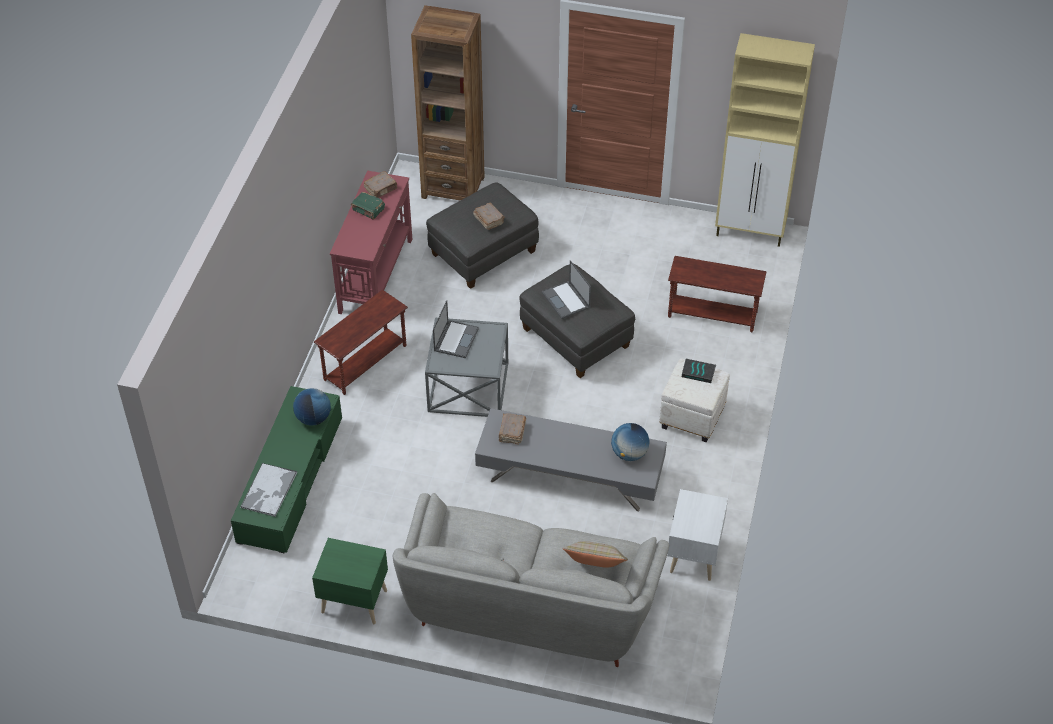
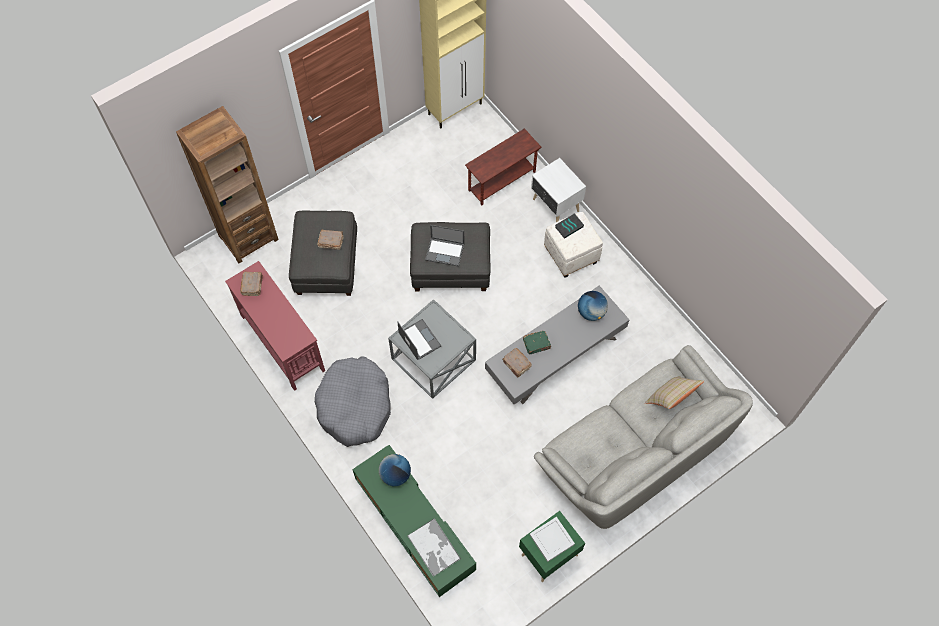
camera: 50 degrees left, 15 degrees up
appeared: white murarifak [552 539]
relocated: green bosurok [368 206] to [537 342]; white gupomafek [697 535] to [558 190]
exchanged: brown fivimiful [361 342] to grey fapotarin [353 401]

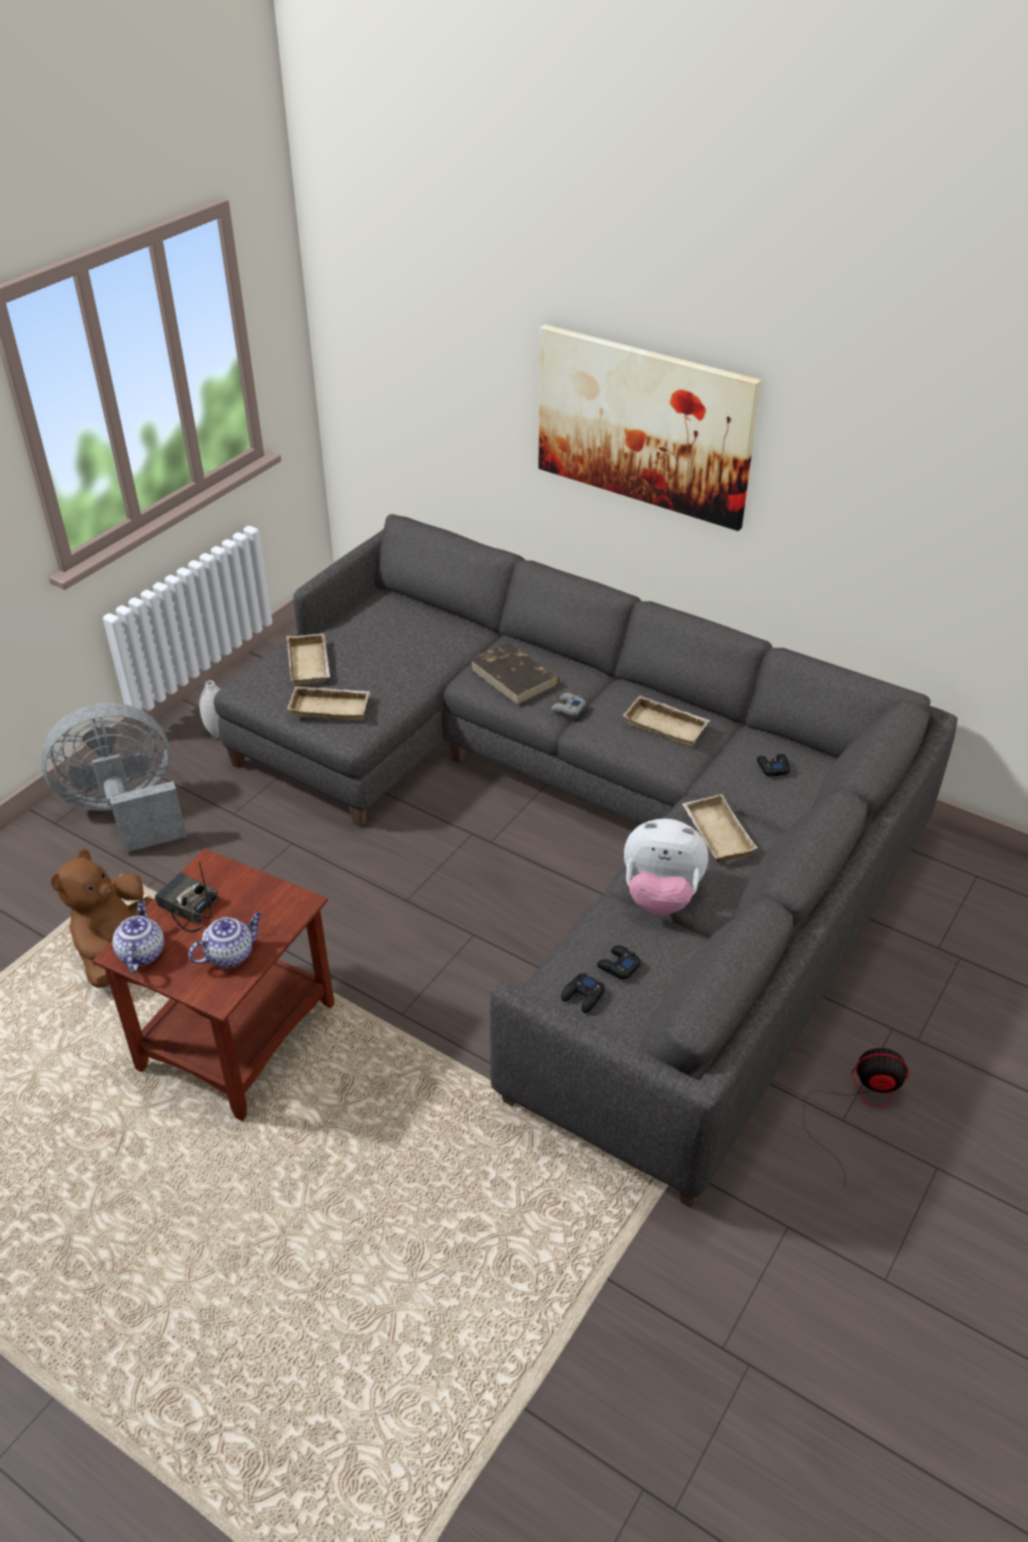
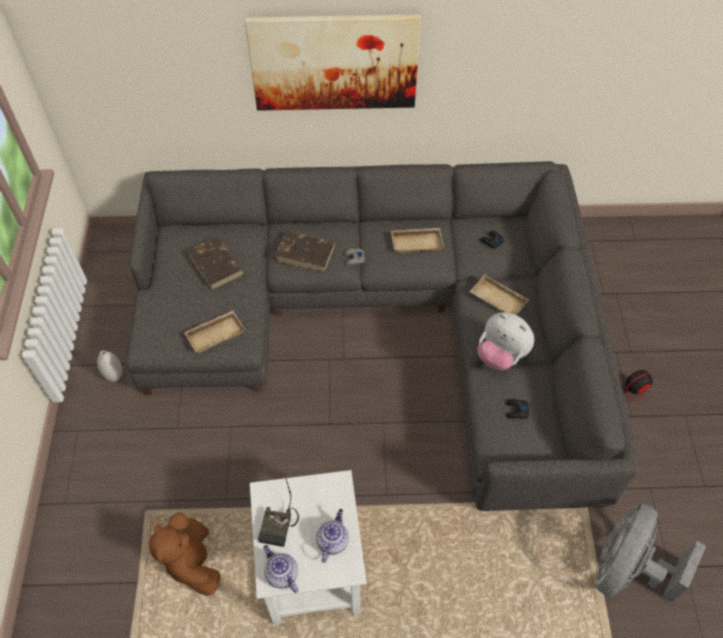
camera: 35 degrees left, 15 degrees up
missing: beige murarifak [308 659]; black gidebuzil [583 993]
appeared: brown bosurok [215 263]
relocated: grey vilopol [114 778] to [651 552]
colour: brown fivimiful [213 984] to white fivimiful [308 548]
spun: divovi [187 896] = [278 513] 75 degrees counterclockwise; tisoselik [666 867] = [505 341] 60 degrees clockwise

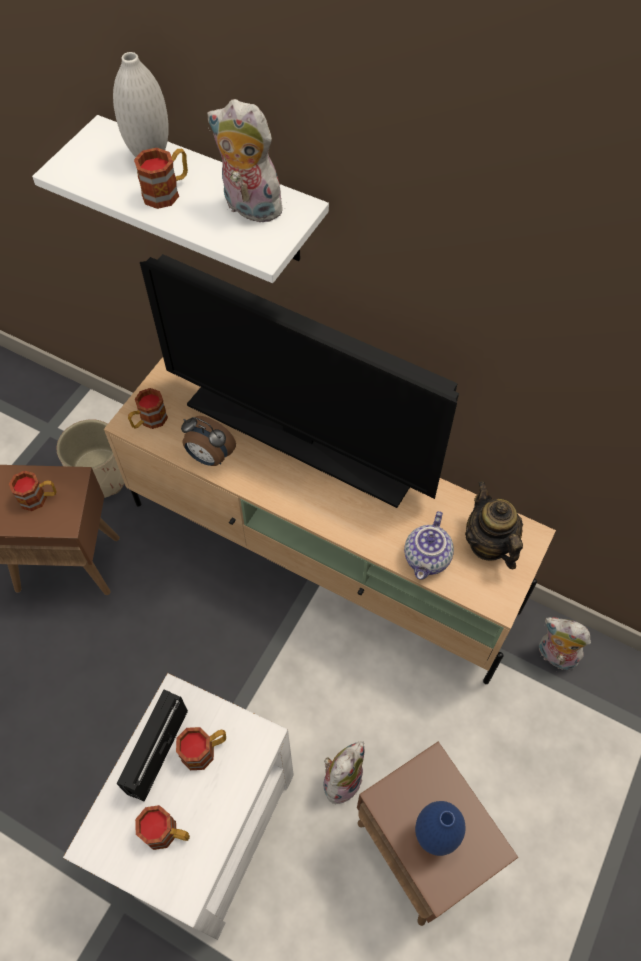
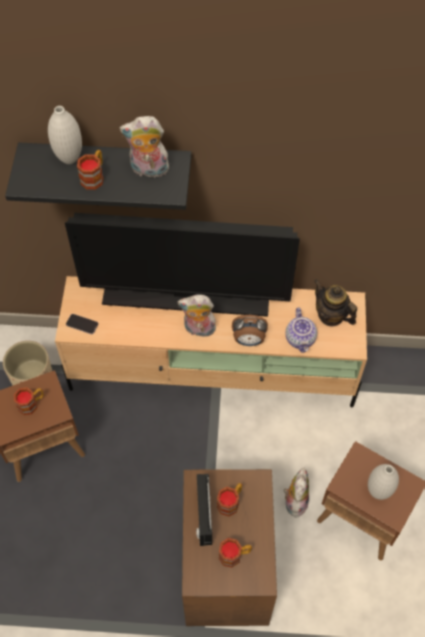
camera: 25 degrees left, 0 degrees up
relocated: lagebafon [208 441] to [250 330]; tisoselik [565 643] to [197 315]
exchanged: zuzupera [148 408] to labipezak [82 324]
colour: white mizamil [180 199] to black mizamil [98 176]; white fivimiful [178 806] to brown fivimiful [229 547]; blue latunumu [440 828] to white latunumu [383 482]

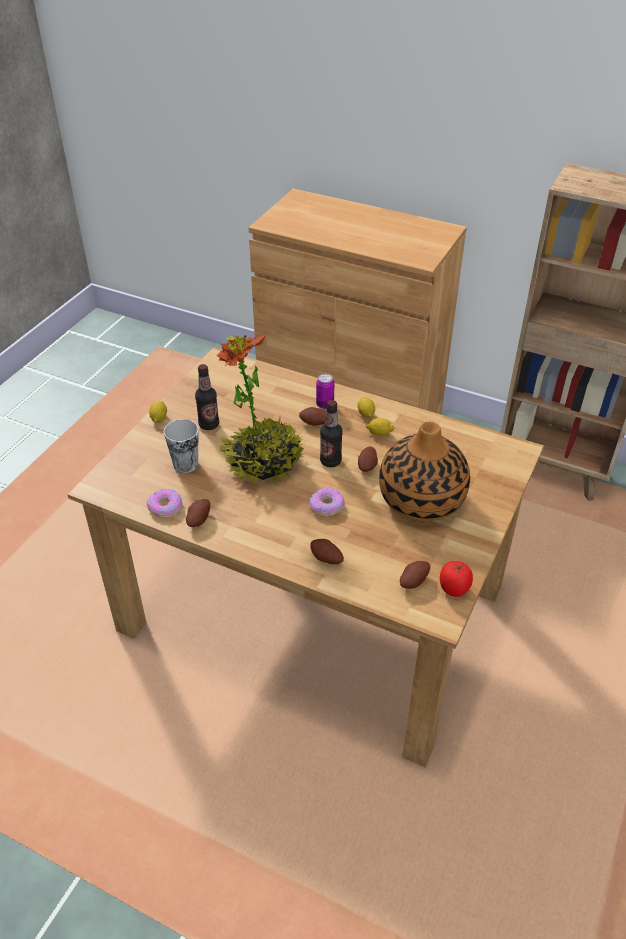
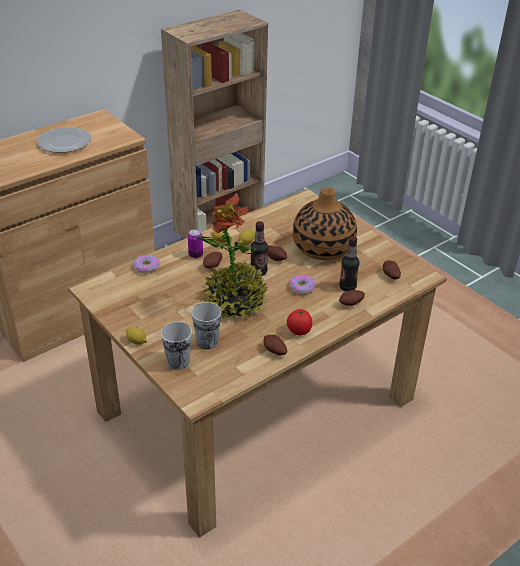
camera: 65 degrees left, 5 degrees down
appeared: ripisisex [64 140]; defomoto [176 346]
relocated: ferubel [164 503] to [147 264]; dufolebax [207 397] to [349 263]; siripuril [456 579] to [299 322]

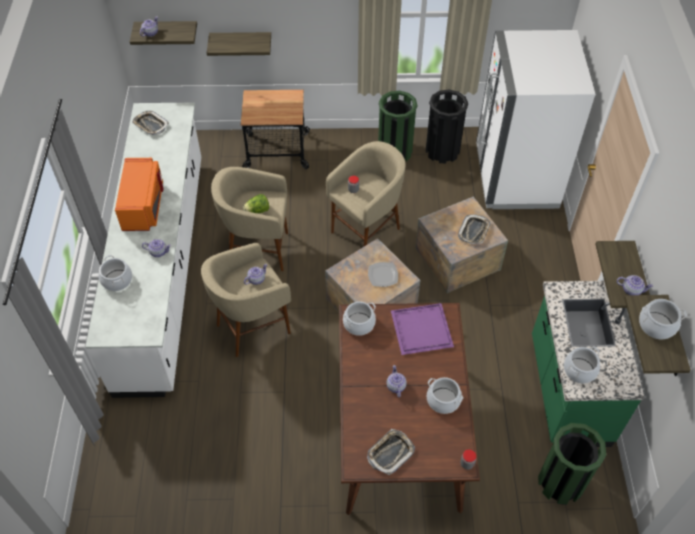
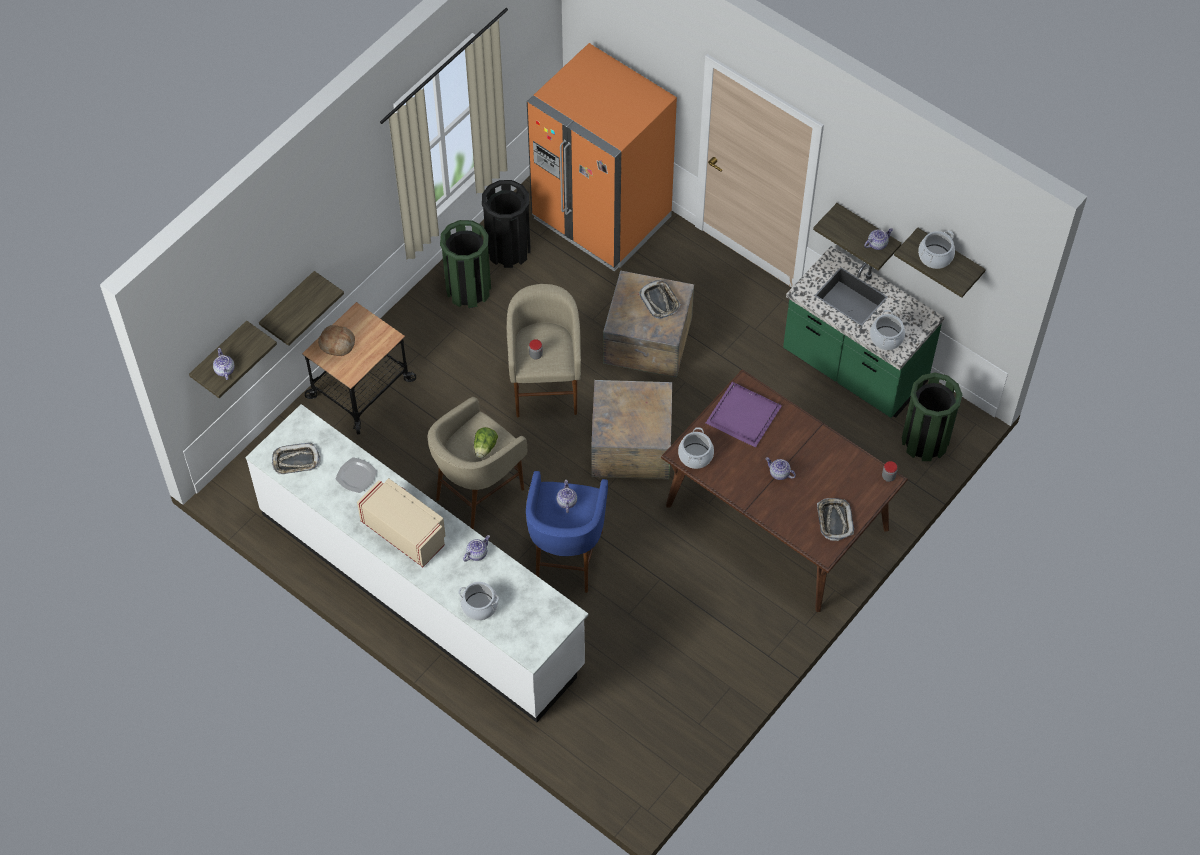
camera: 50 degrees left, 5 degrees up
missing: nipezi [445 395]
appeared: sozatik [336 340]
relocated: ripisisex [383 274] to [356 475]
colour: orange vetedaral [139 194] to beige vetedaral [401 522]; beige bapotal [246 300] to blue bapotal [567 532]; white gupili [535 119] to orange gupili [602 157]

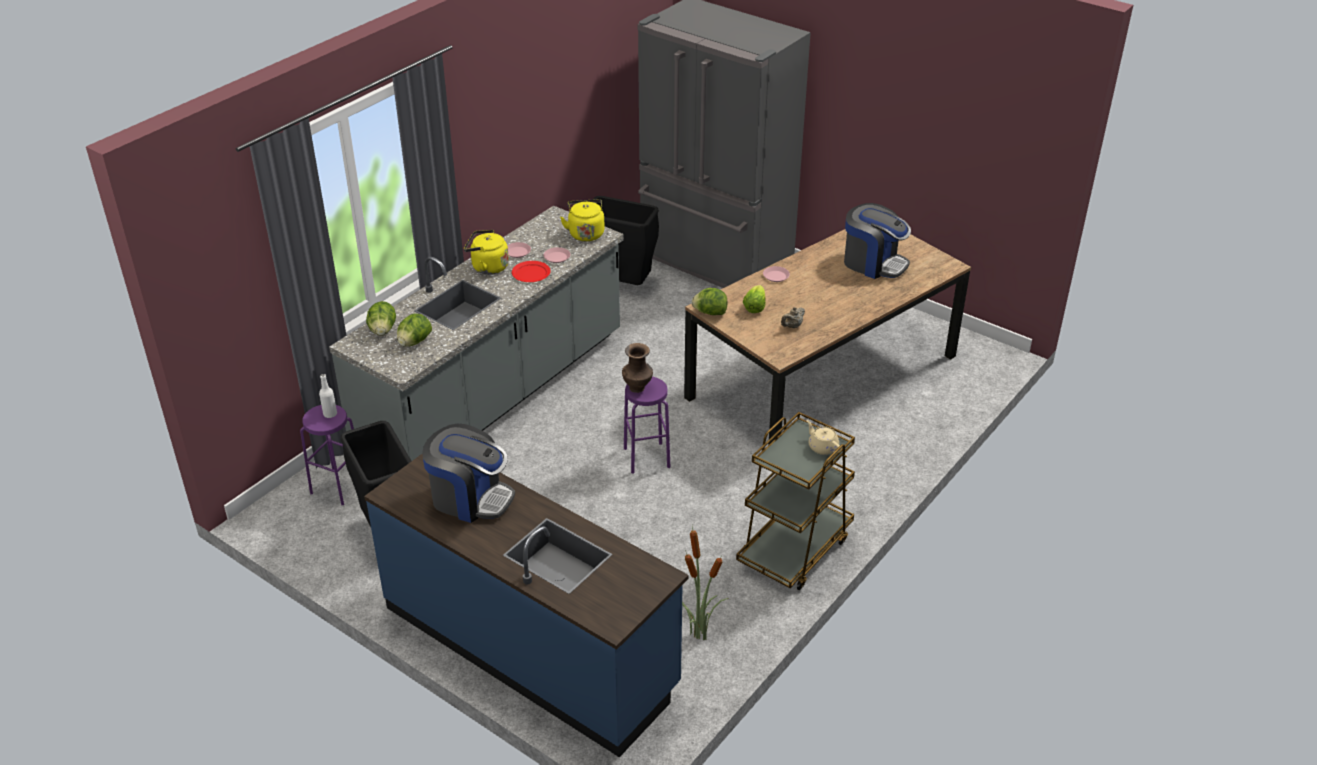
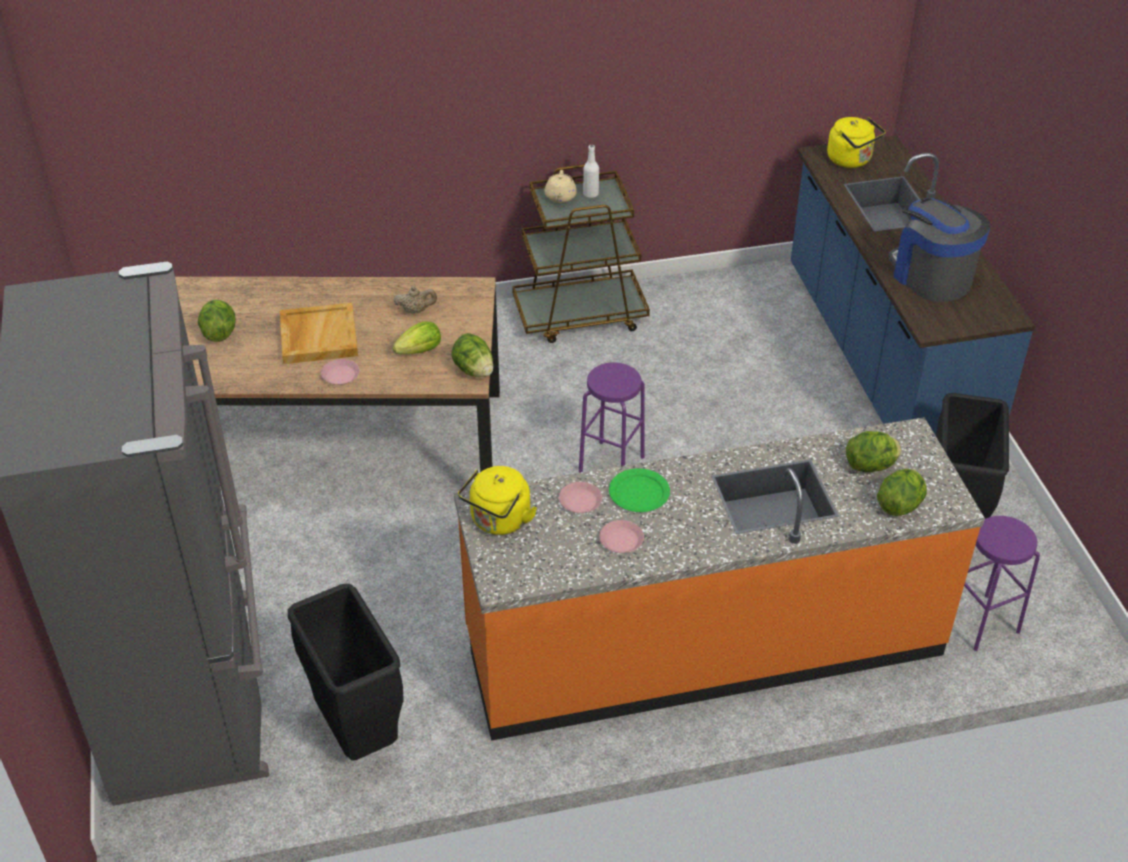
camera: 140 degrees left, 5 degrees up
missing: brown latunumu [637 368]; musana [705 583]
appeared: beige murarifak [319 333]
relocated: white dufolebax [328 396] to [591 171]; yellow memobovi [486 252] to [856 142]
exchanged: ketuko [877 241] to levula [217 321]
colour: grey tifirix [476 333] to orange tifirix [719 579]; red ripisisex [531 271] to green ripisisex [639 490]

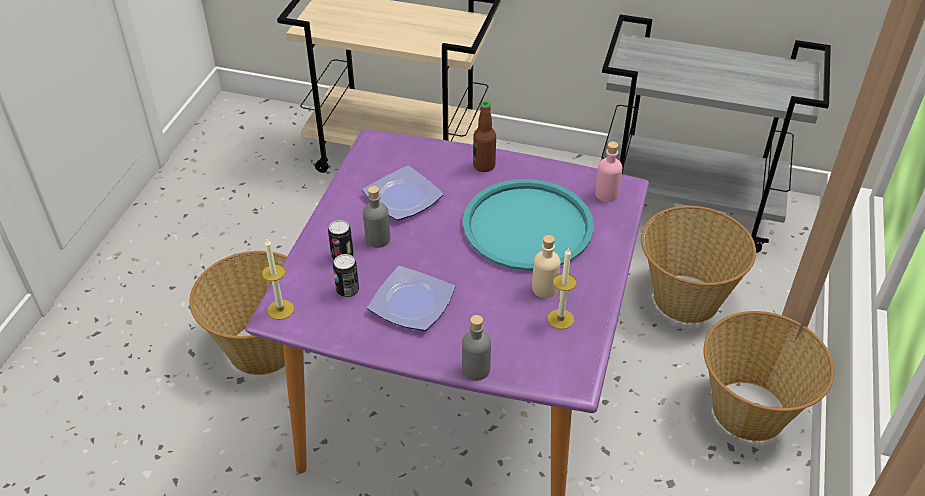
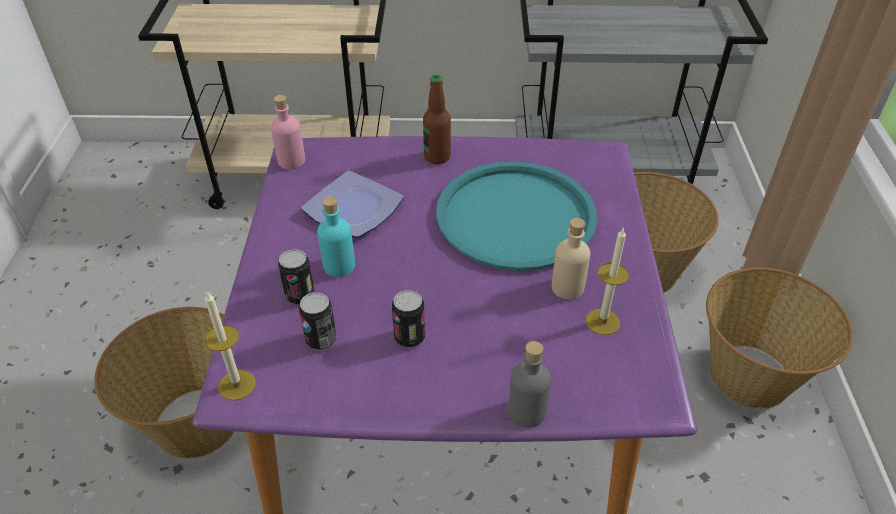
camera: 15 degrees left, 0 degrees up
relocated: pink dufolebax [608 171] to [288 132]
exchanged: ripisisex [411 298] to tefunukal [408 319]
colour: grey dufolebax [376 217] to turquoise dufolebax [336 236]

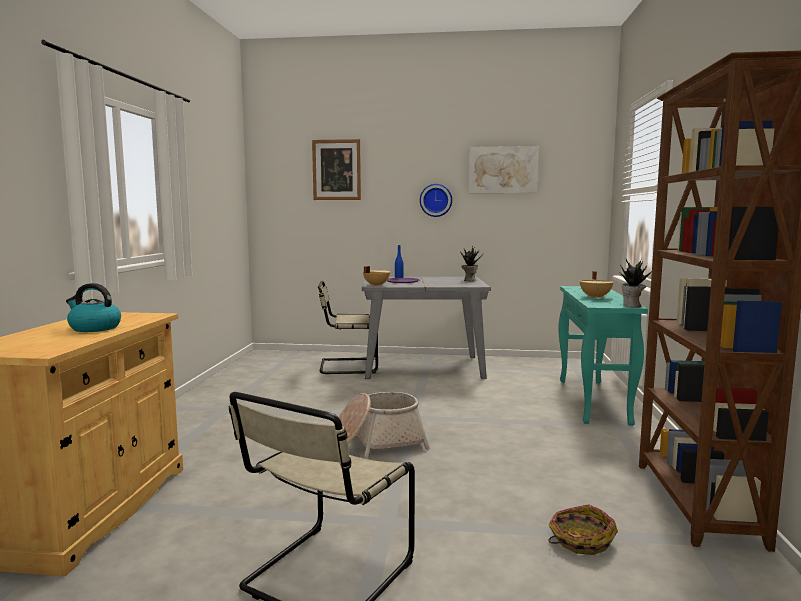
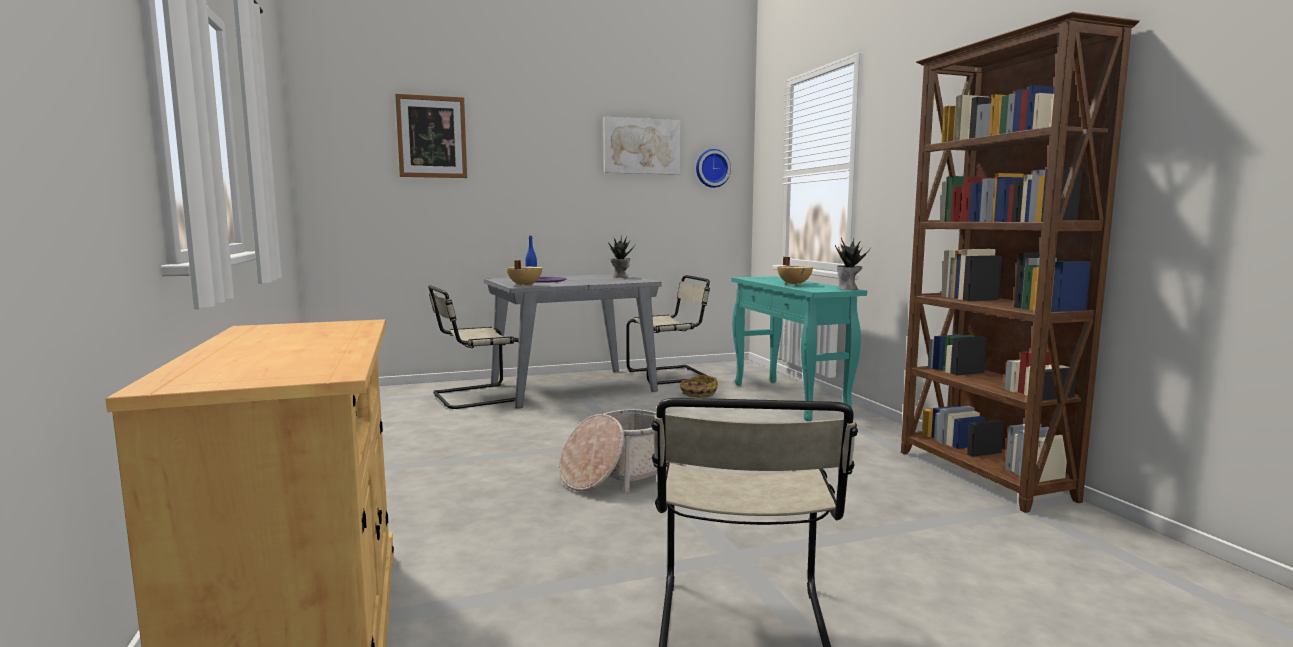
camera: 25 degrees left, 0 degrees up
missing: memobovi [93 307]
appeared: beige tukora [668 330]
relocated: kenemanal [436 200] to [713 168]; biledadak [583 529] to [699 386]

